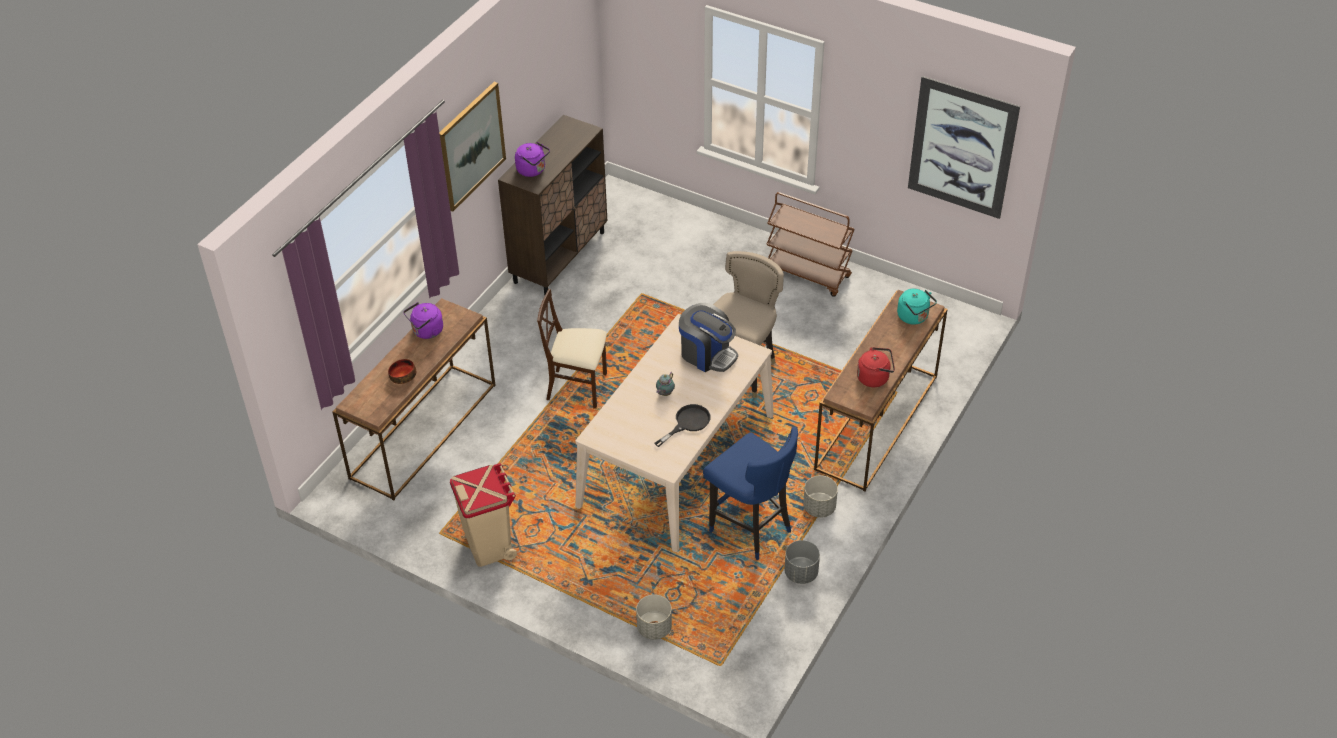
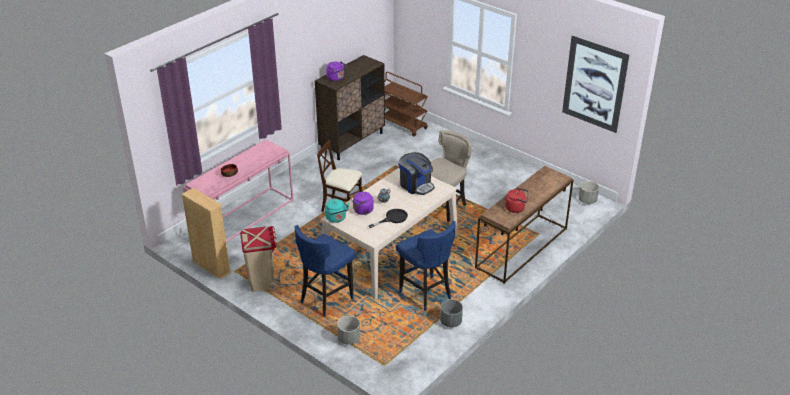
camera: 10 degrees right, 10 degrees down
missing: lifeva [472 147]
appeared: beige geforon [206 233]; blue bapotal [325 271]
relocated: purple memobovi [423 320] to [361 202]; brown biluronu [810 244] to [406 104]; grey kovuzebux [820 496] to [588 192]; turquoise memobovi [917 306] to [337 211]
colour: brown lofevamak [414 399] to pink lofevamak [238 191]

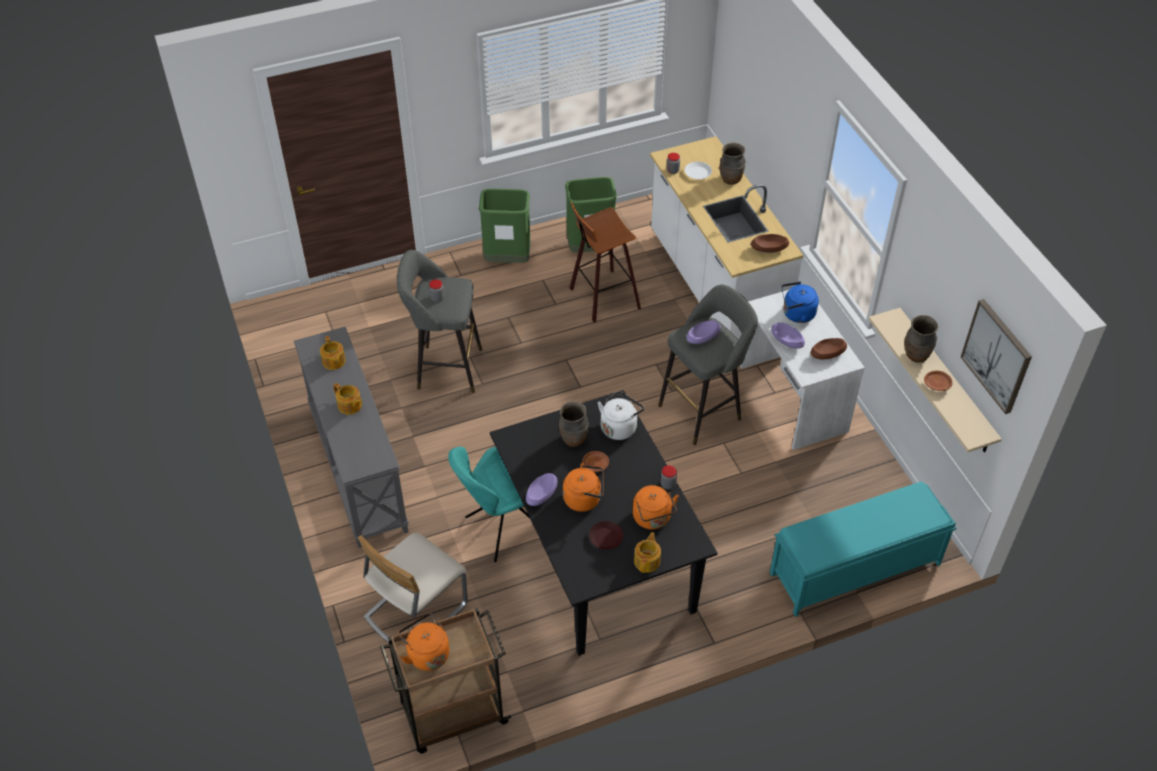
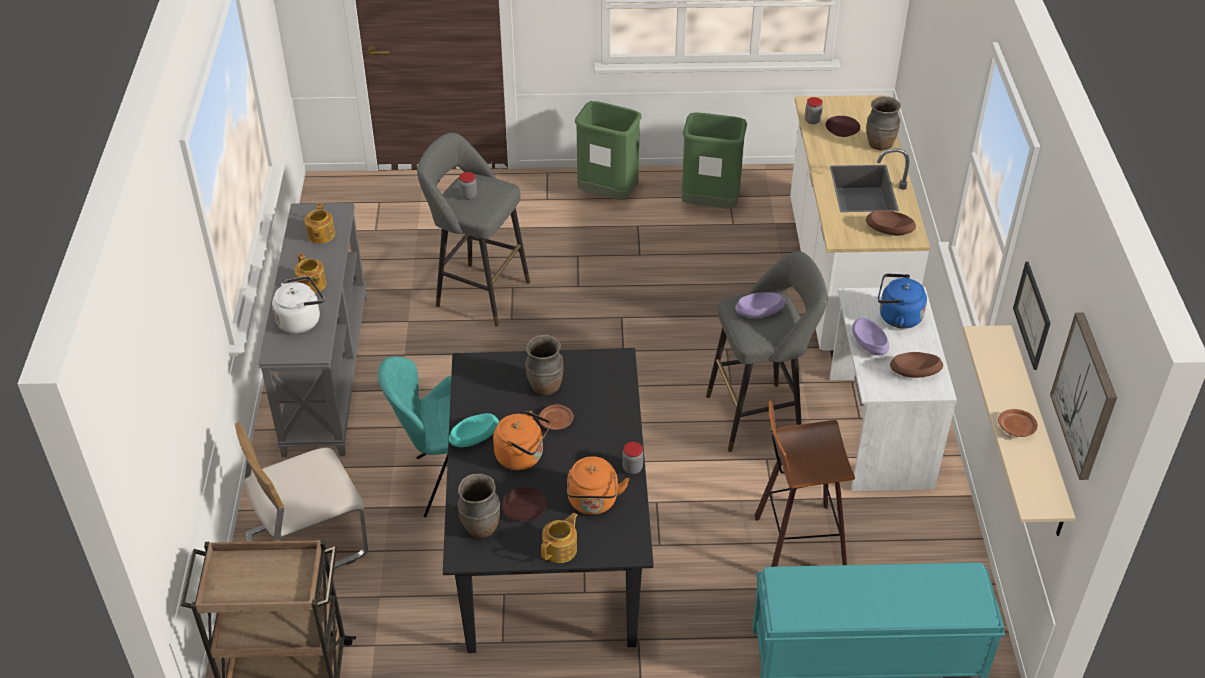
camera: 20 degrees right, 5 degrees down
missing: orange memobovi [423 642]
appeared: lifeva [1032 316]
relocated: bapotal [605 262] to [805 483]; white memobovi [621 415] to [298 305]; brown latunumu [921 339] to [479 506]
colour: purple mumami [542 489] to turquoise mumami [474 430]; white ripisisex [698 171] to brown ripisisex [842 126]

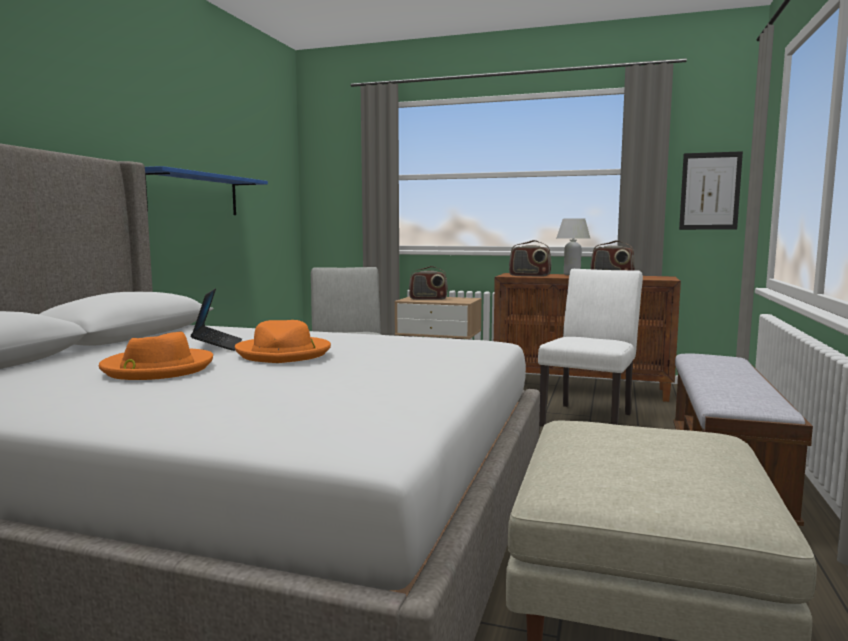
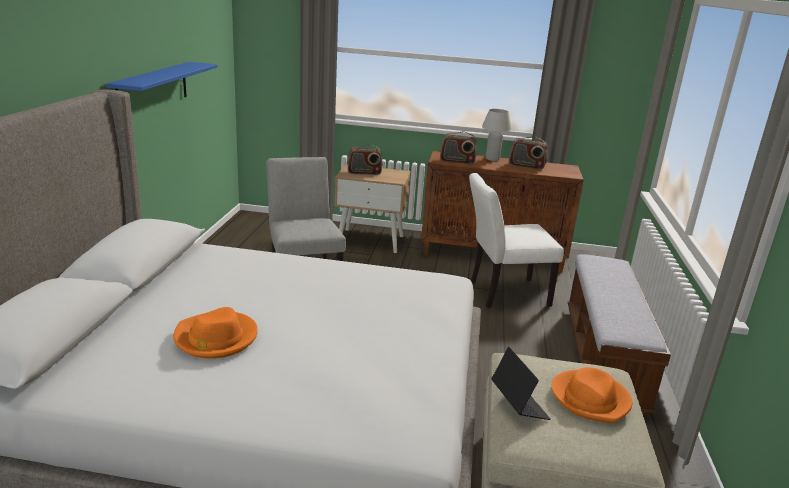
camera: 10 degrees left, 15 degrees up
missing: lifeva [711 190]
relocated: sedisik [216 319] to [521 383]; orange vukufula [283 341] to [592 395]
spun: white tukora [590 348] = [516 240] 120 degrees counterclockwise

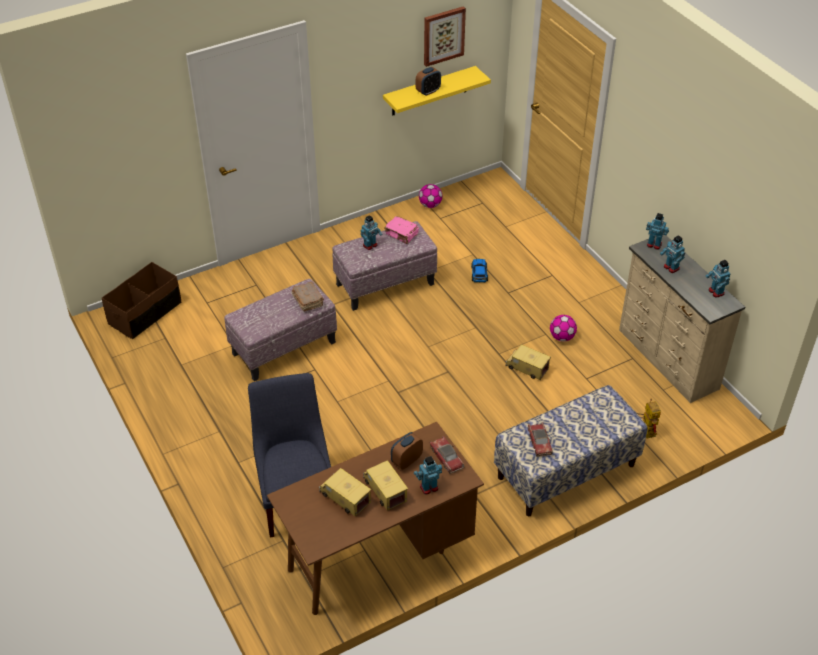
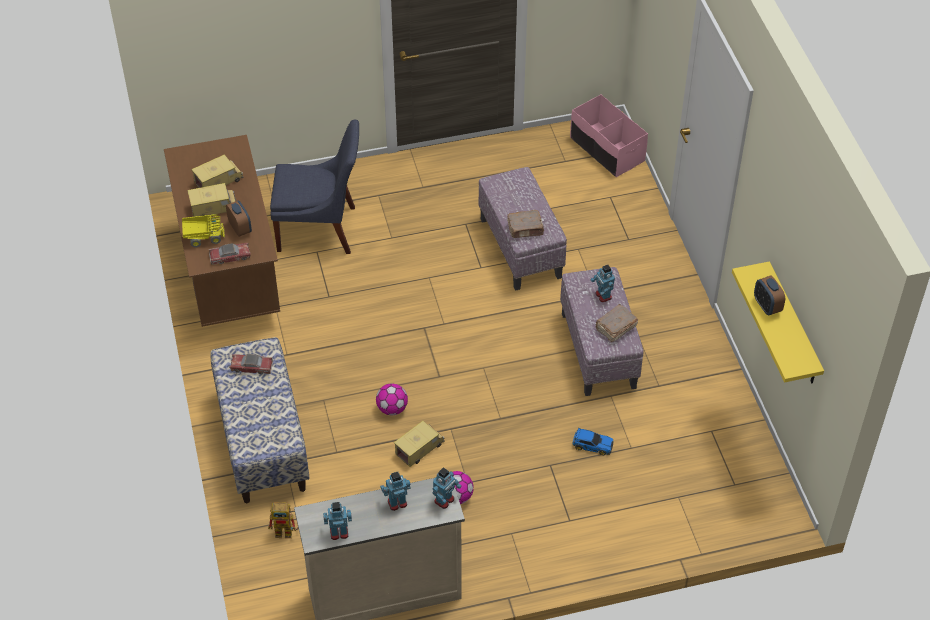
camera: 105 degrees right, 5 degrees up
missing: lifeva [445 36]
relocated: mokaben [430 196] to [392 399]
exchanged: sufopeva [428 475] to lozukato [203 231]
colour: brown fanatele [141 300] to pink fanatele [609 136]; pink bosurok [401 230] to brown bosurok [617 323]

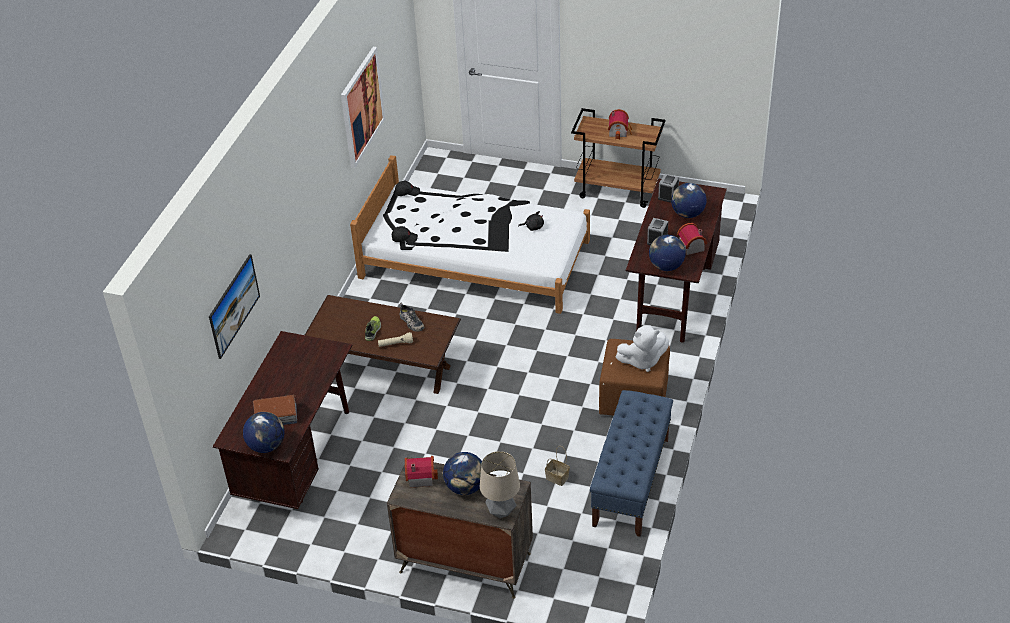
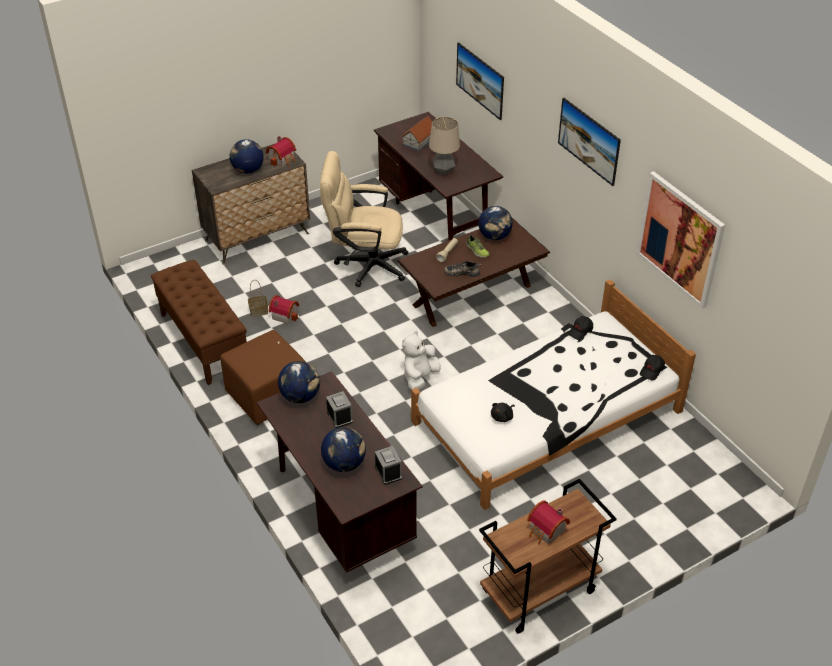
camera: 130 degrees right, 0 degrees up
appeared: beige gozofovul [364 219]; lifeva [589 142]
relocated: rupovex [264 432] to [495 223]; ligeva [500 484] to [444 146]; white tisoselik [642 349] to [421 360]; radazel [692 239] to [284 309]
colour: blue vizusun [631 463] to brown vizusun [199 322]

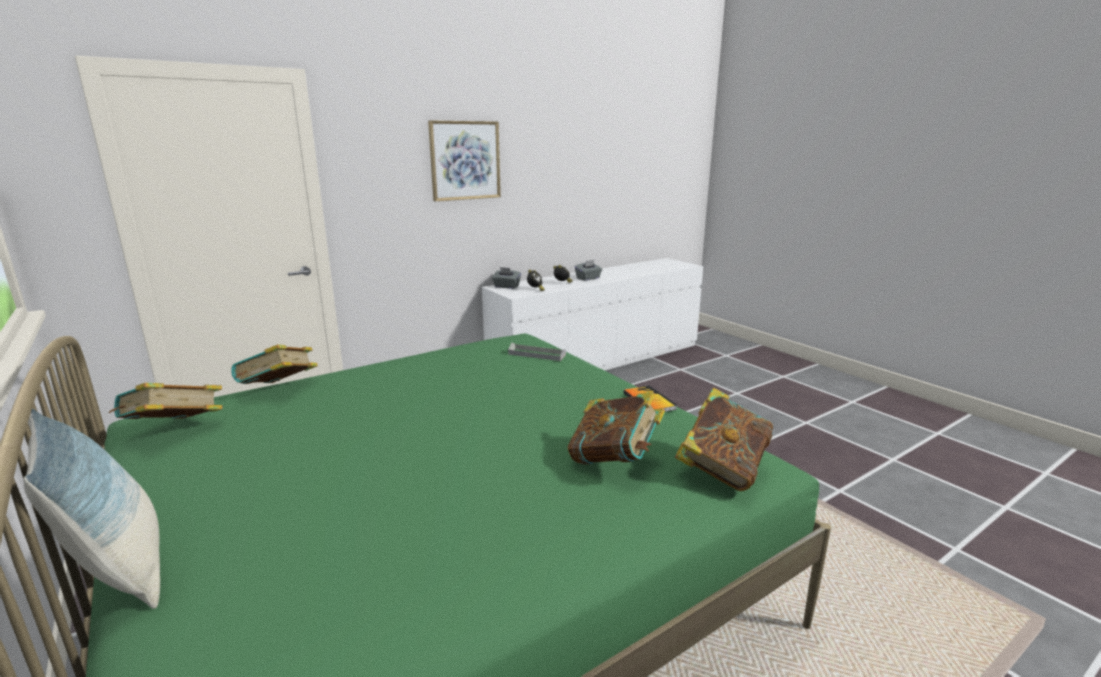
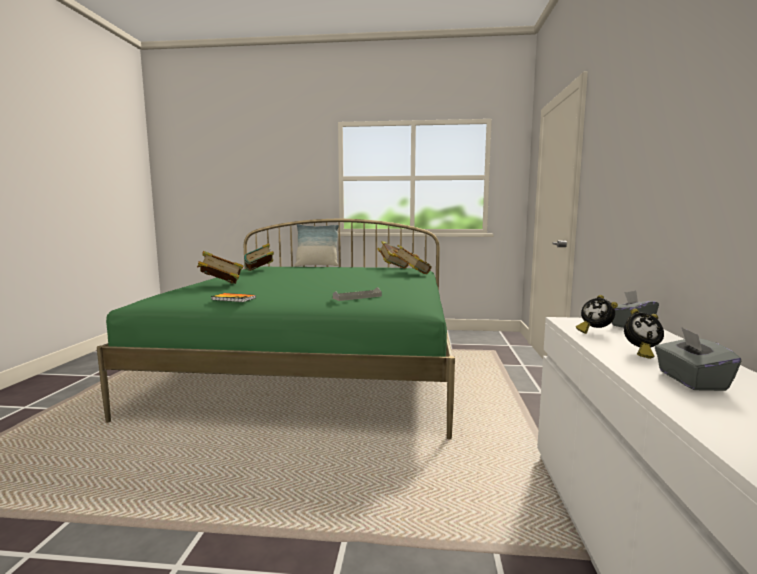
camera: 130 degrees right, 10 degrees down
missing: lifeva [464 161]
relocated: bosurok [724 439] to [259 257]

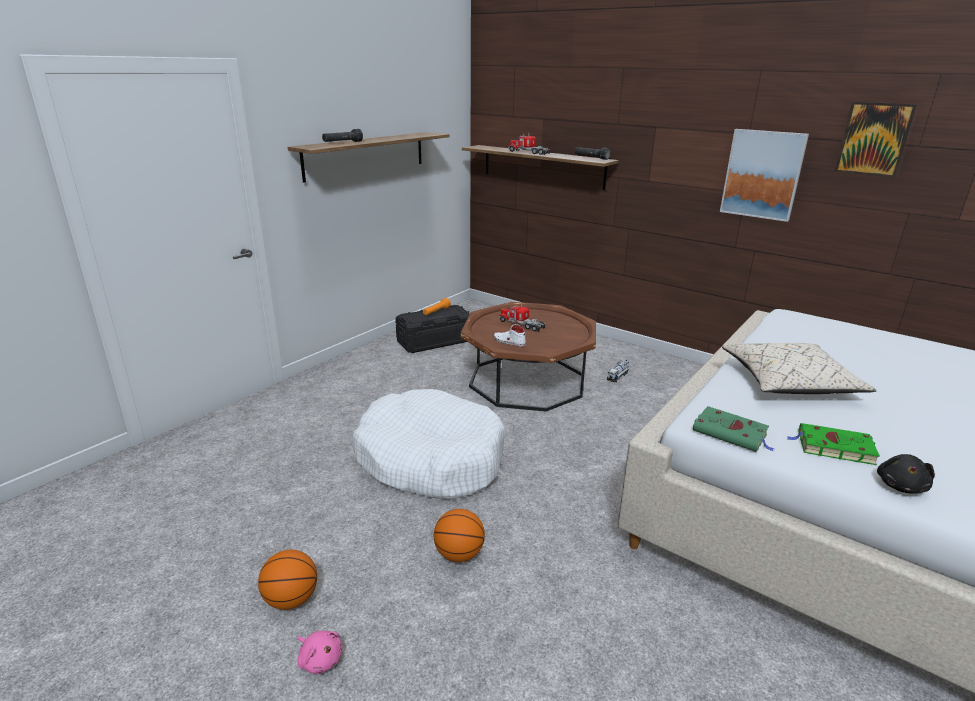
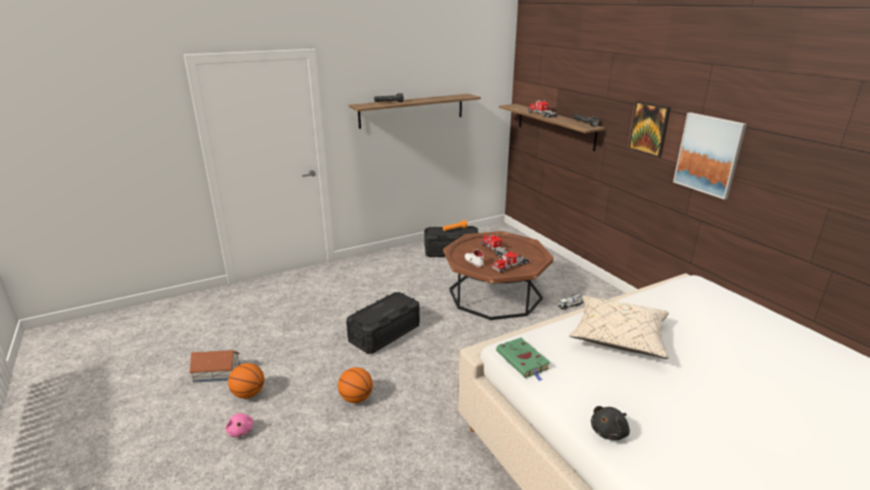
camera: 25 degrees right, 0 degrees up
missing: green bosurok [833 444]
appeared: radazel [214 366]; lozukato [510 262]
relocated: lifeva [875 140] to [649 129]
exchanged: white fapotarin [428 444] to black fanatele [383 323]

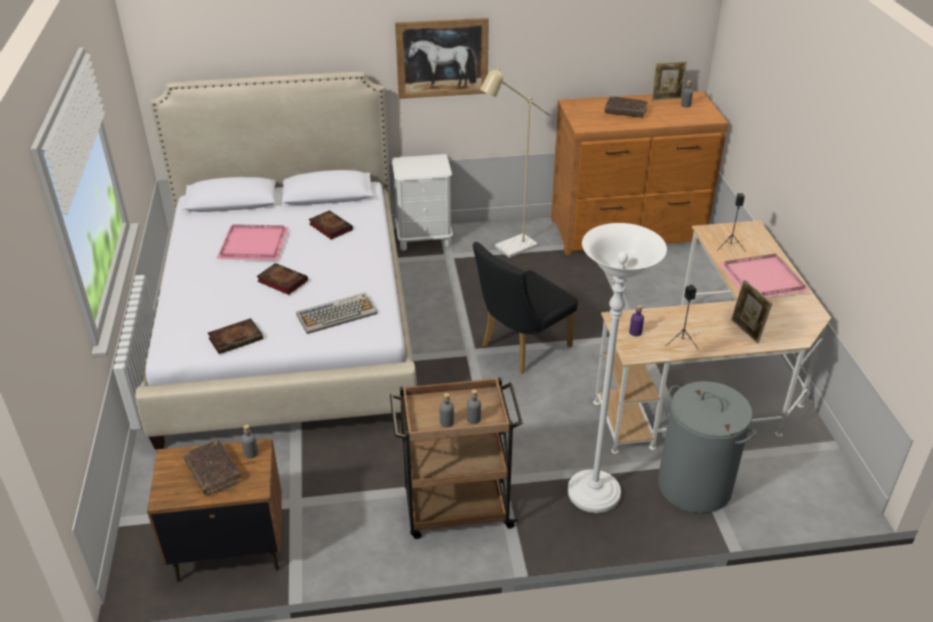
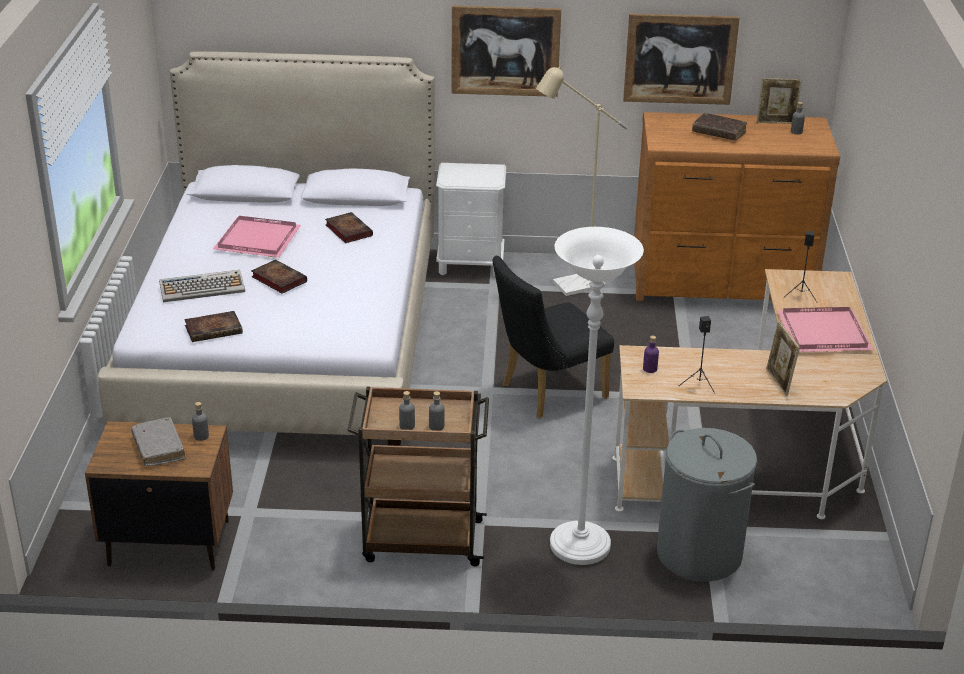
camera: 10 degrees right, 5 degrees down
appeared: lifeva [681 59]
relocated: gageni [337 313] to [202 286]
colour: brown bosurok [212 467] to grey bosurok [158 441]

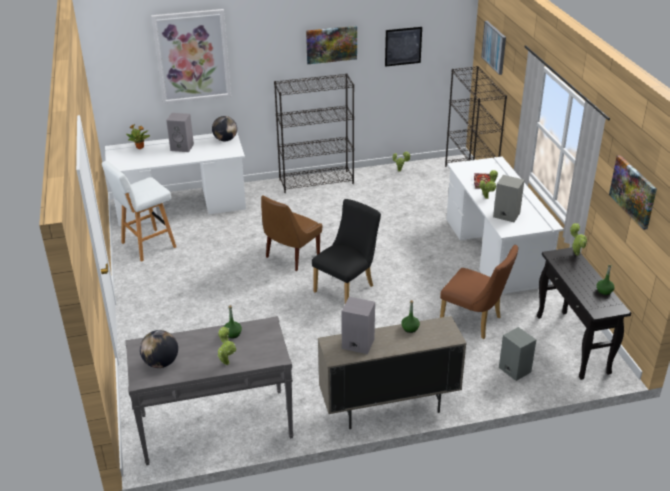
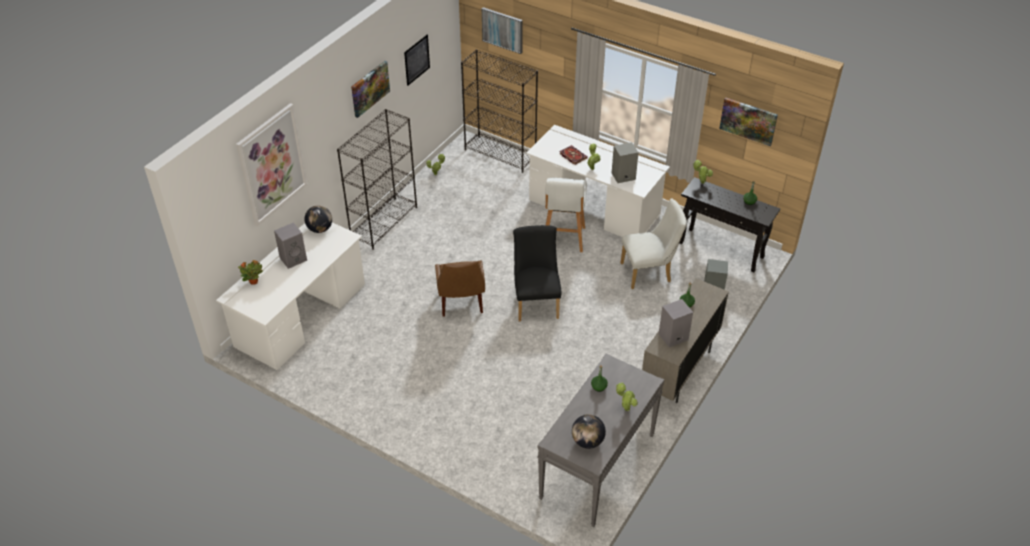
camera: 45 degrees left, 10 degrees up
relocated: white bapotal [139 211] to [566 214]
colour: brown tukora [479 292] to white tukora [654 243]

